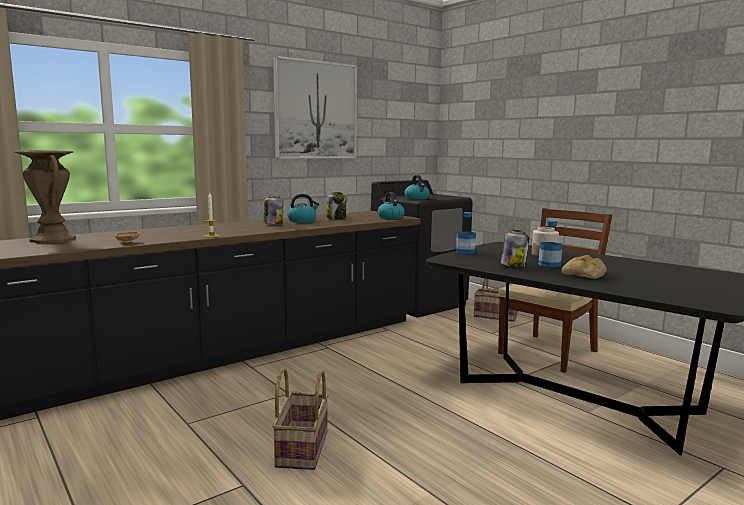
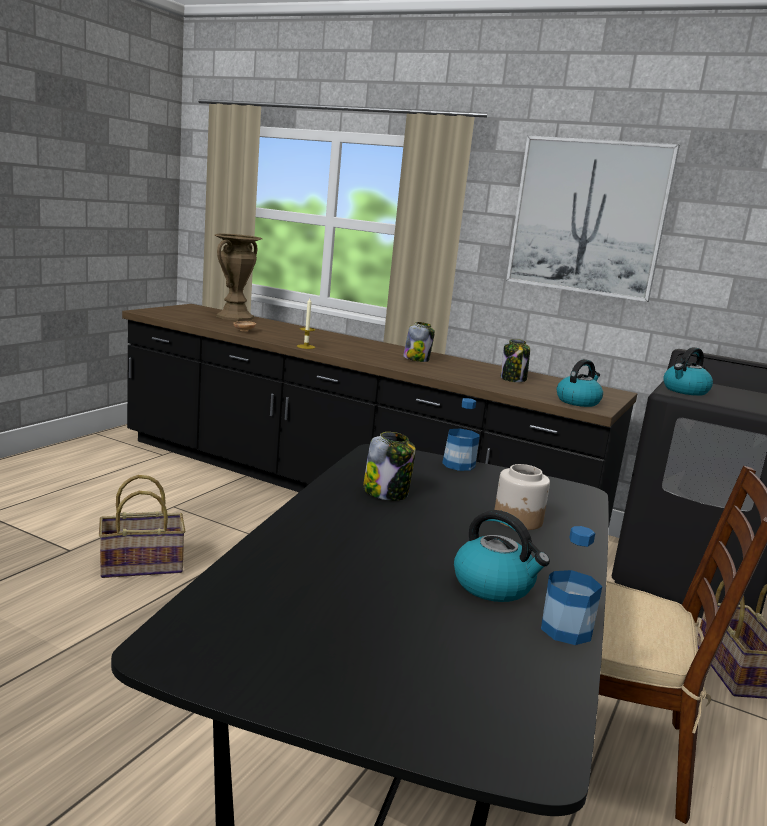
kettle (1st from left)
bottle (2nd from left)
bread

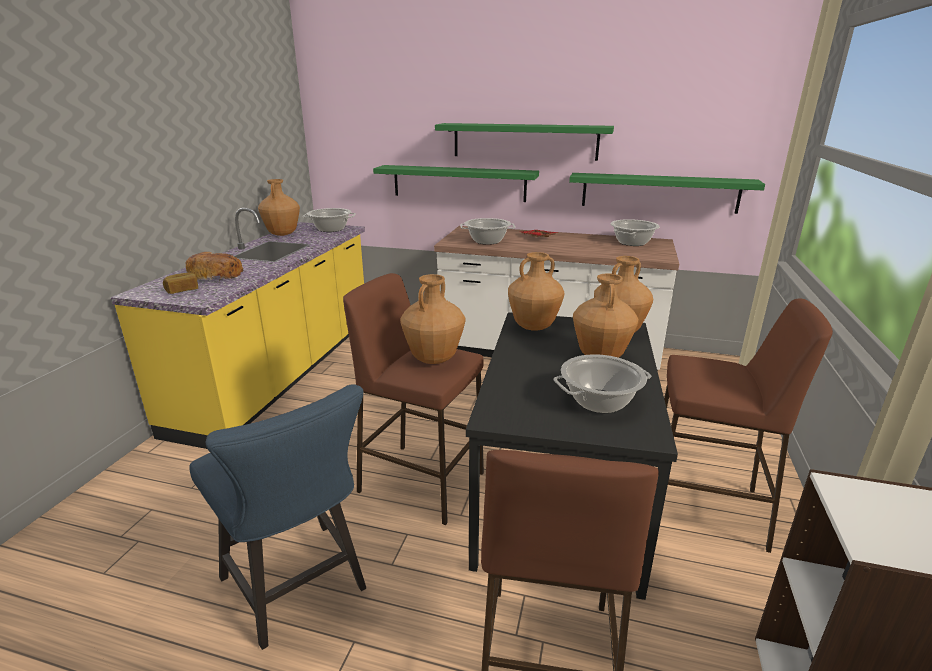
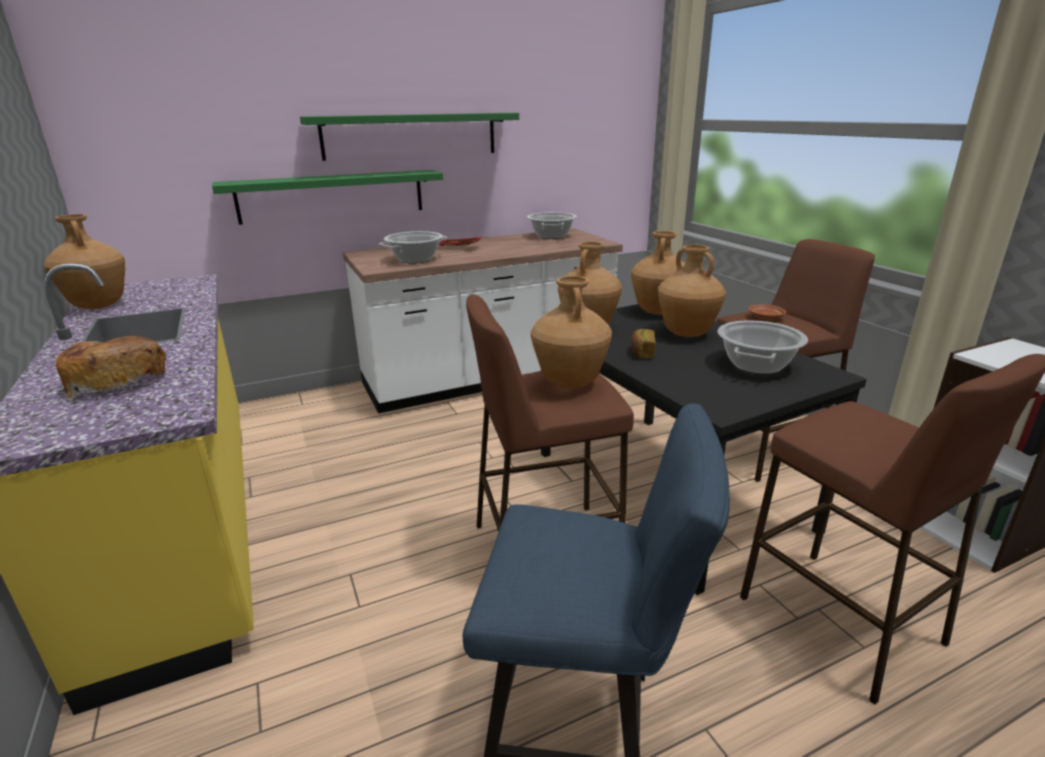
green shelf (3rd from left in the first image)
cooking pot (1st from left in the first image)
bread (2nd from left)
brown plate

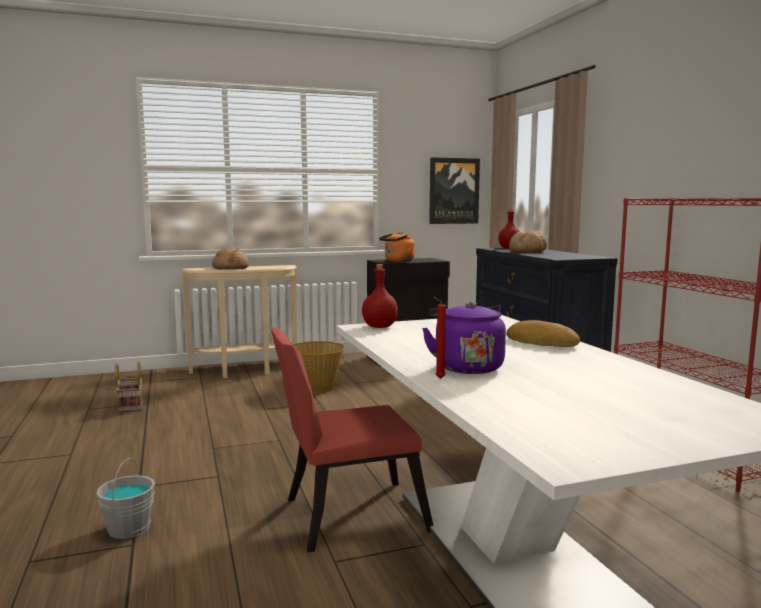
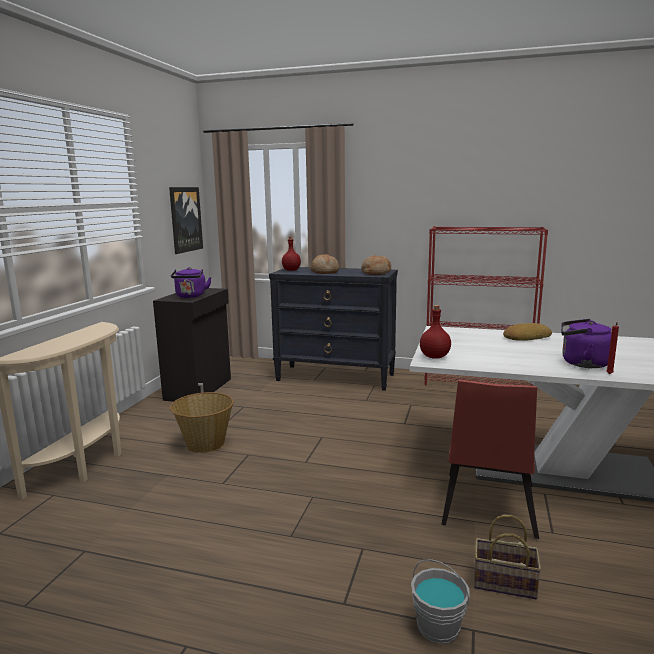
purple kettle (1st from left)
bread (2nd from left)
basket (2nd from left)

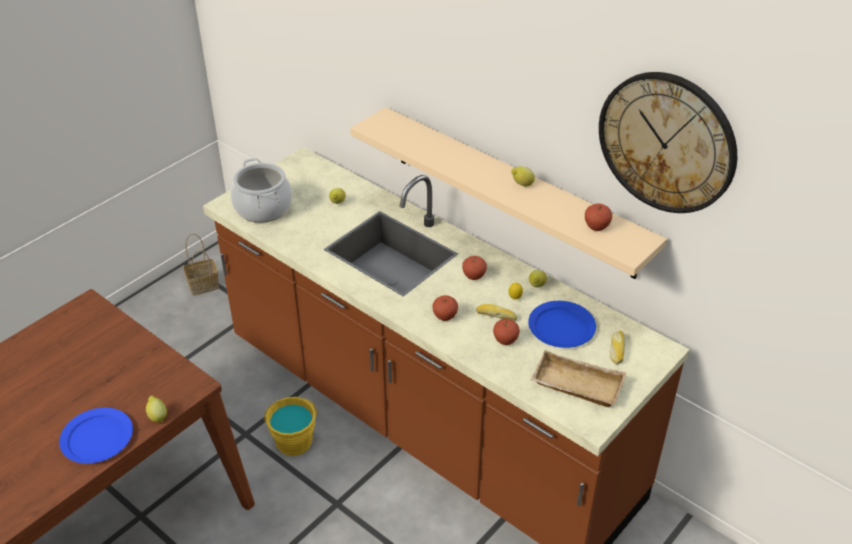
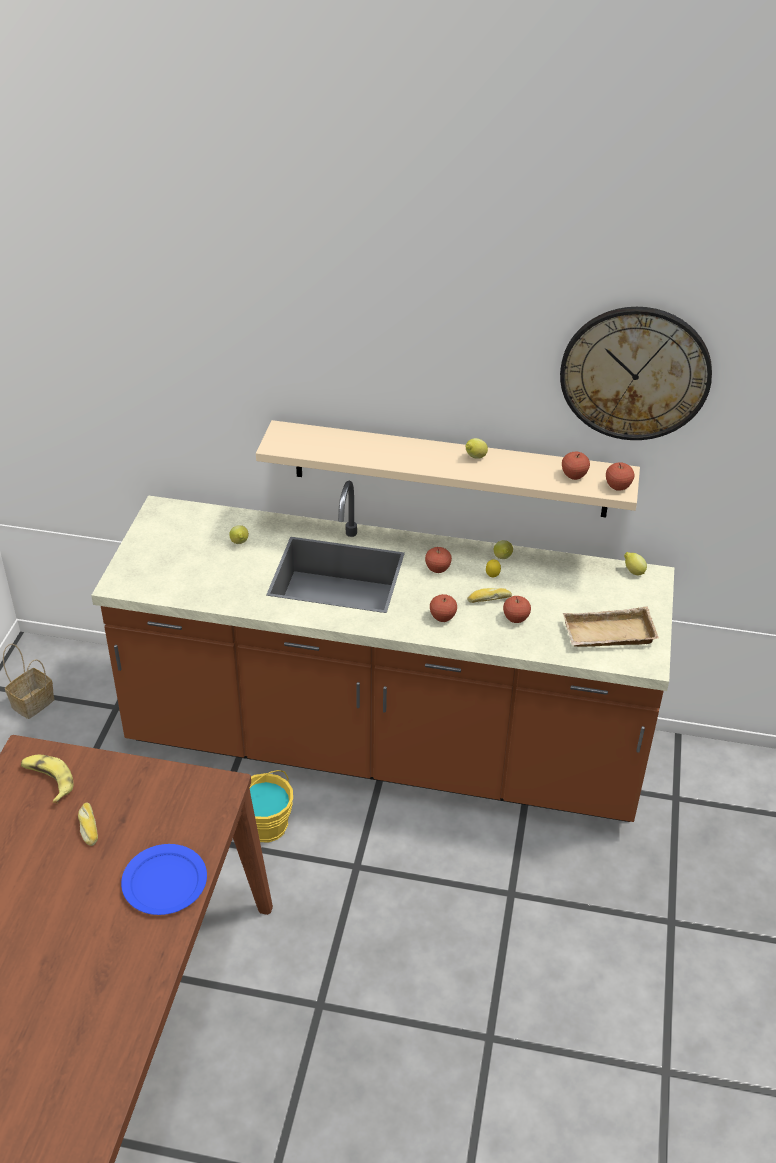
cooking pot
blue plate (2nd from left in the first image)
bread (1st from left)
lemon (5th from left)
apple (5th from left)
banana

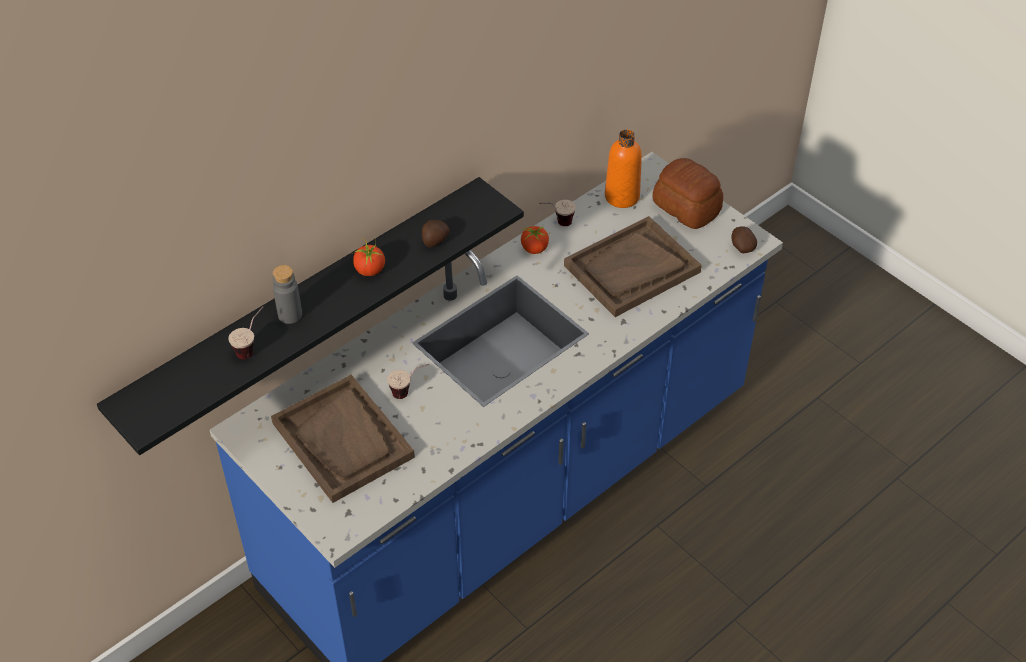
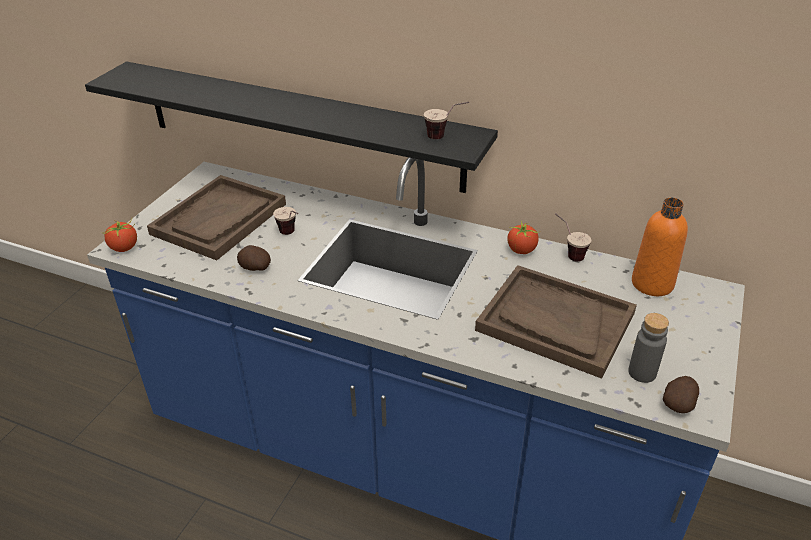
bread
potato (1st from left)
tomato (1st from left)
grey bottle
cup (2nd from left)

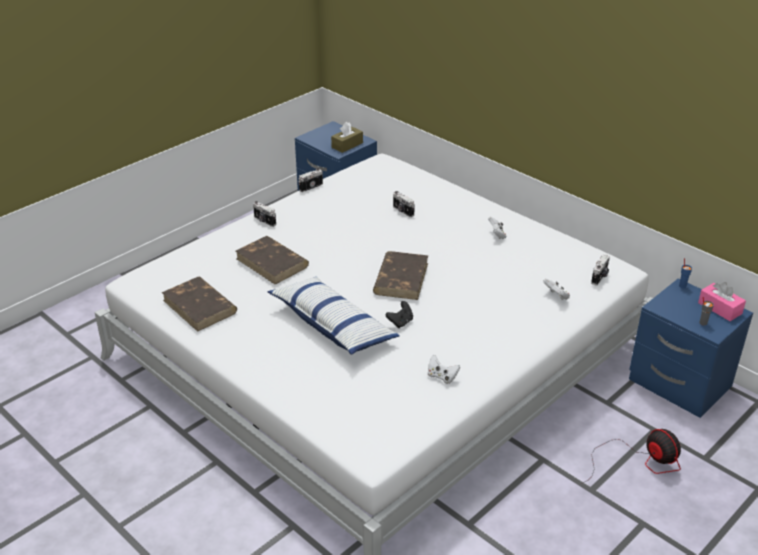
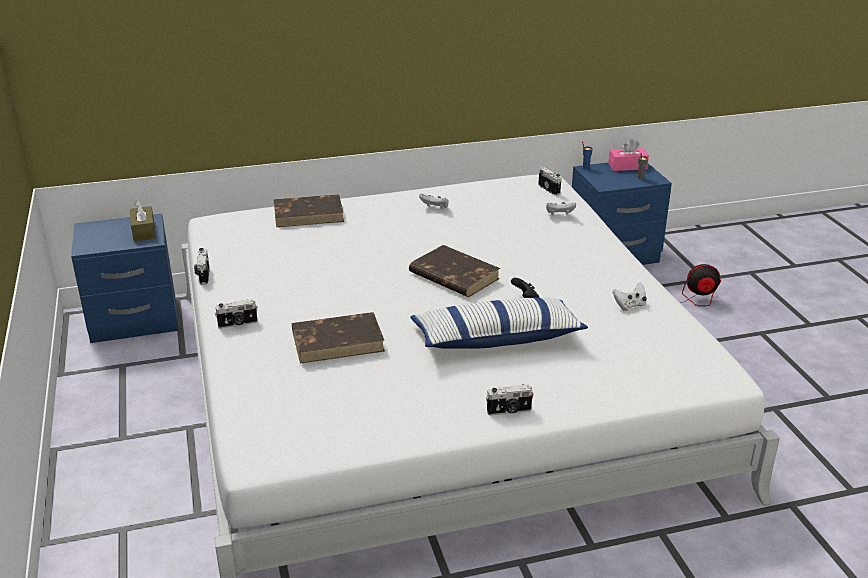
photo camera (3rd from left)
brown book (1st from left)

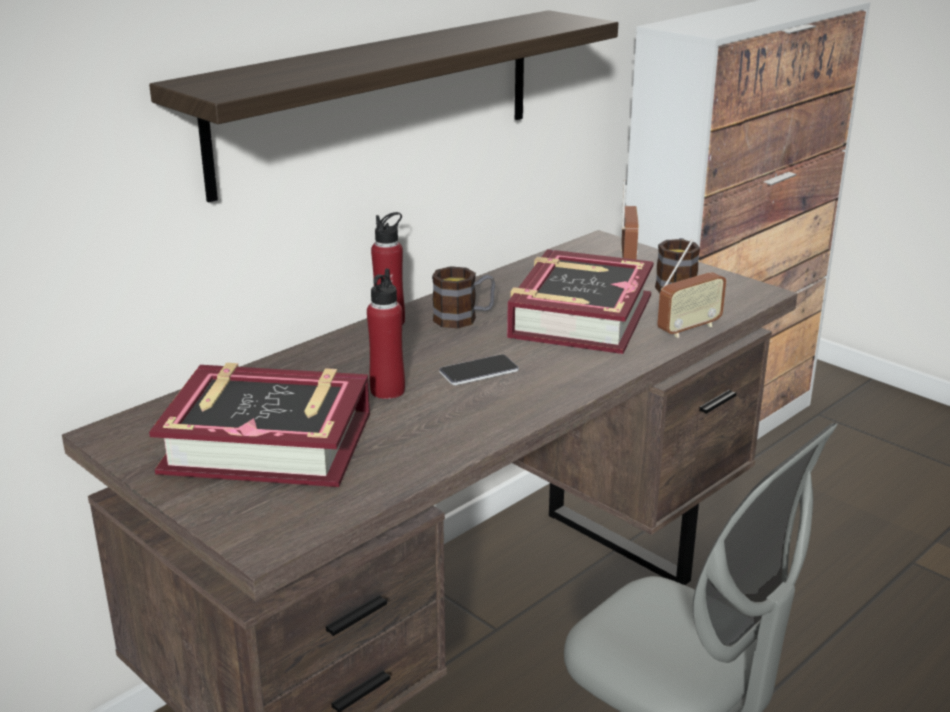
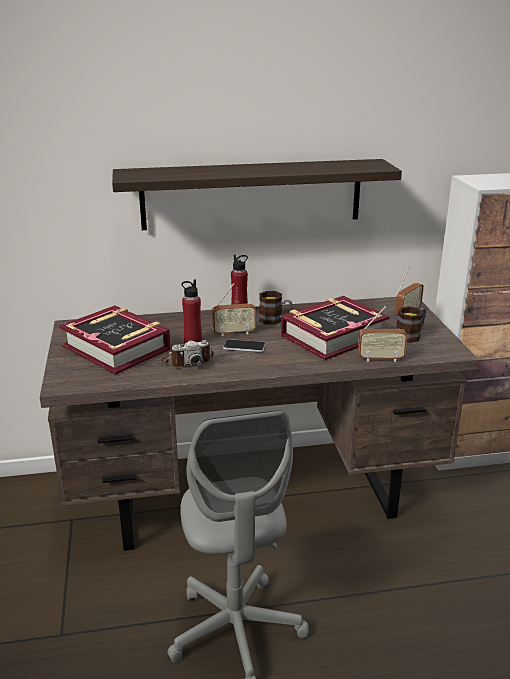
radio (1st from left)
photo camera

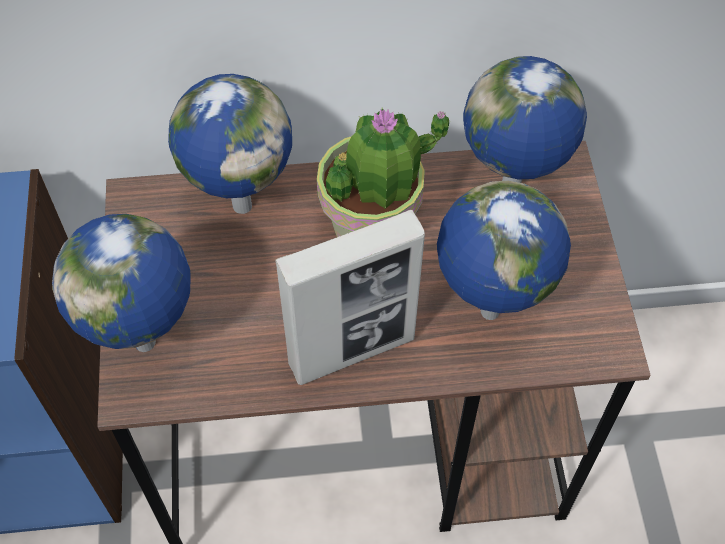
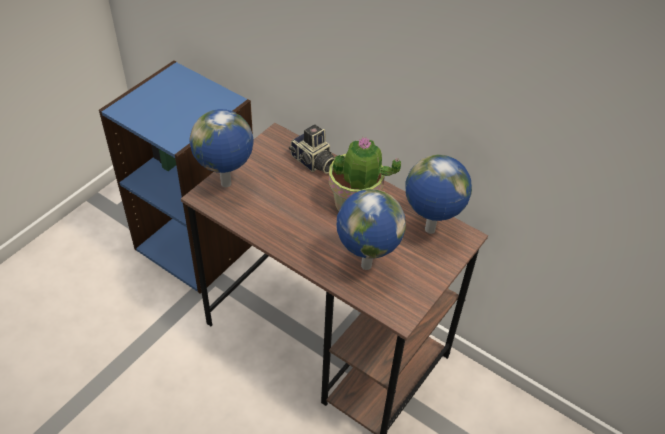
photo camera
picture frame

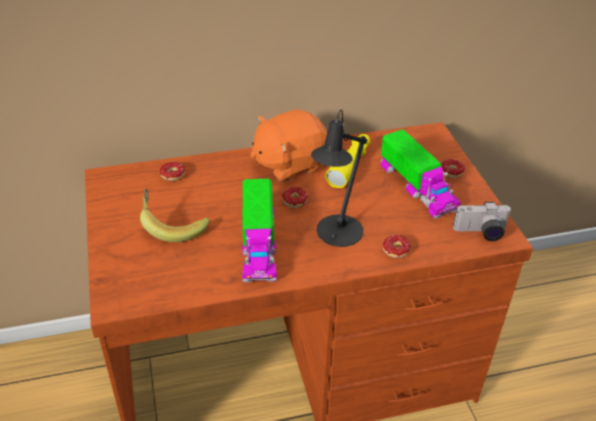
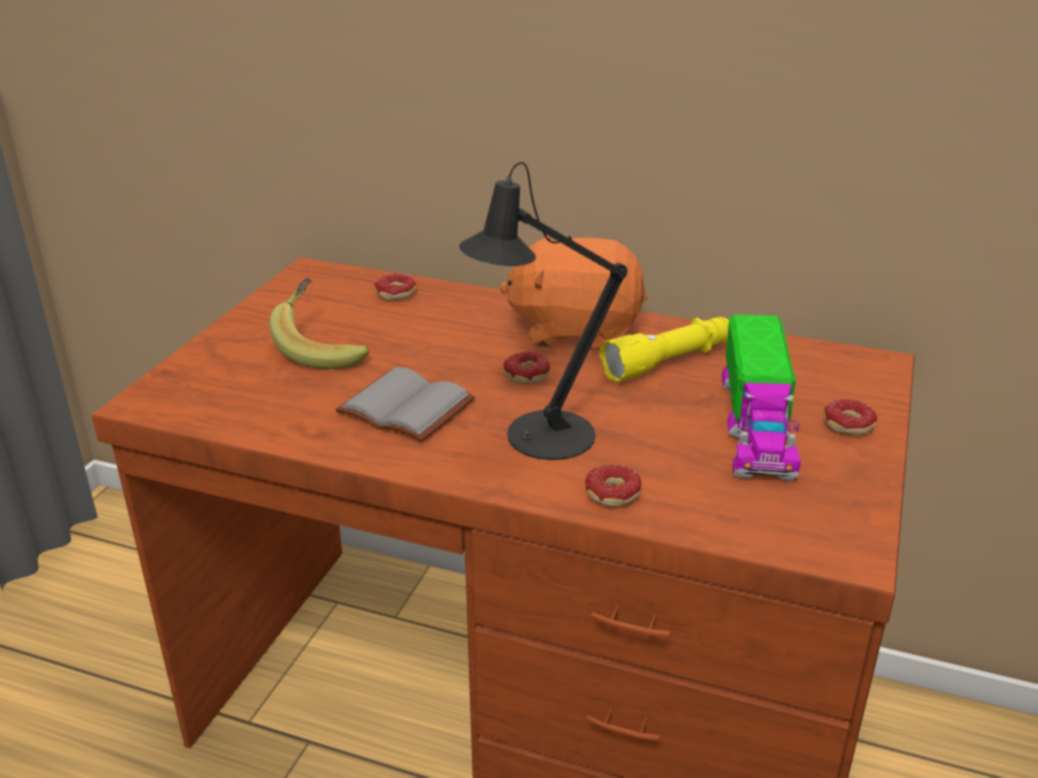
grey book
photo camera

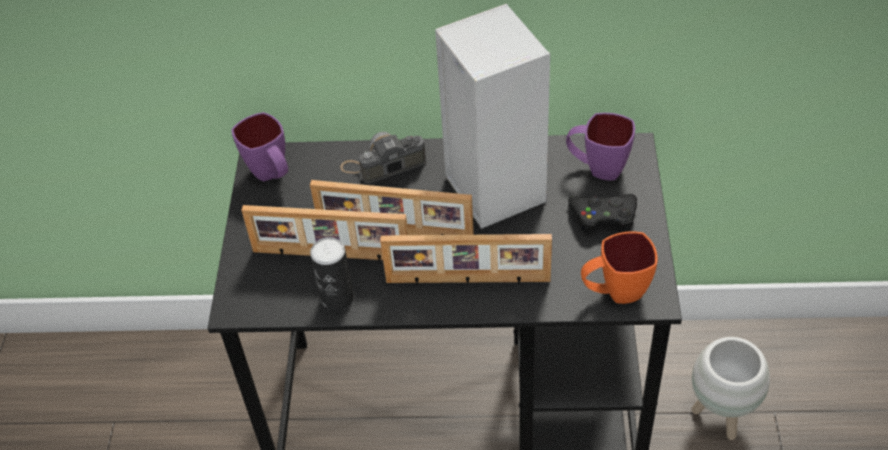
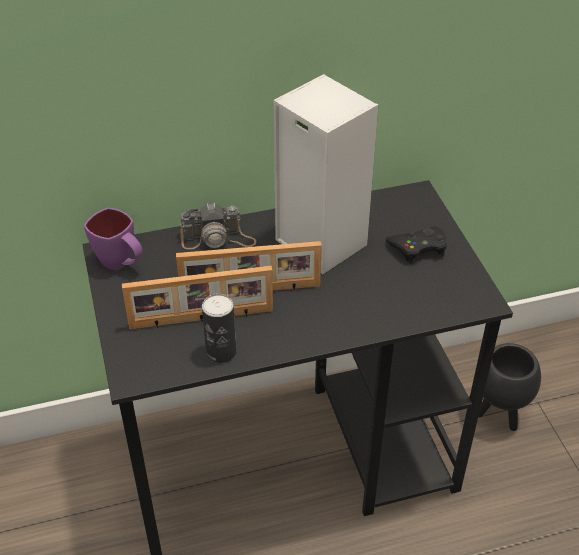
purple mug (2nd from left in the first image)
photo camera
orange mug
picture frame (3rd from left in the first image)
black planter

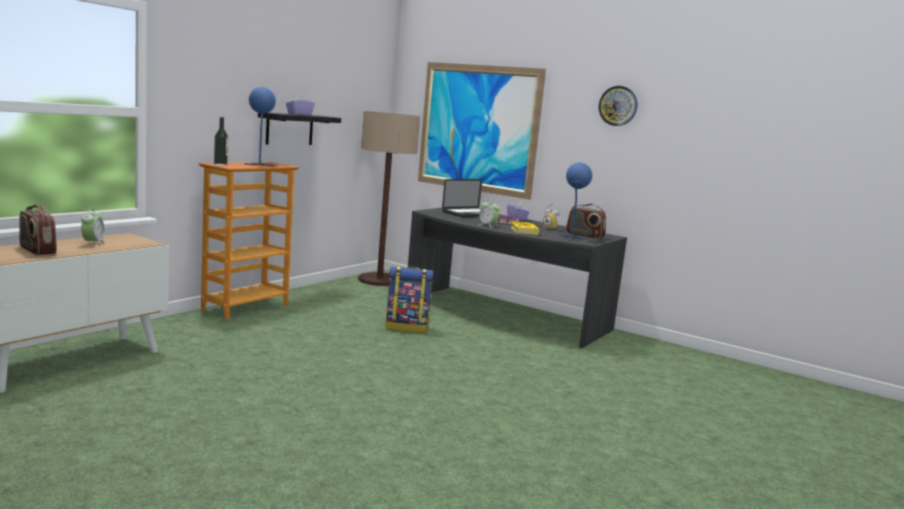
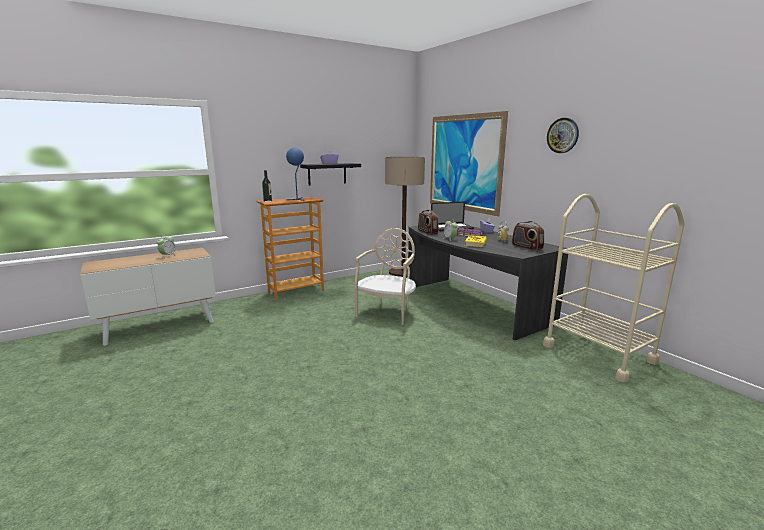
blue table lamp (2nd from left in the first image)
radio (1st from left)
beige chair
beige cart

